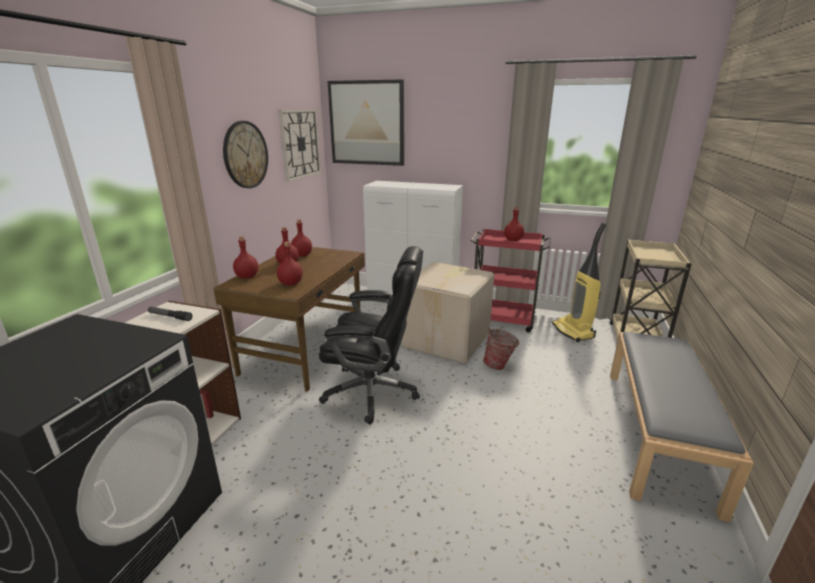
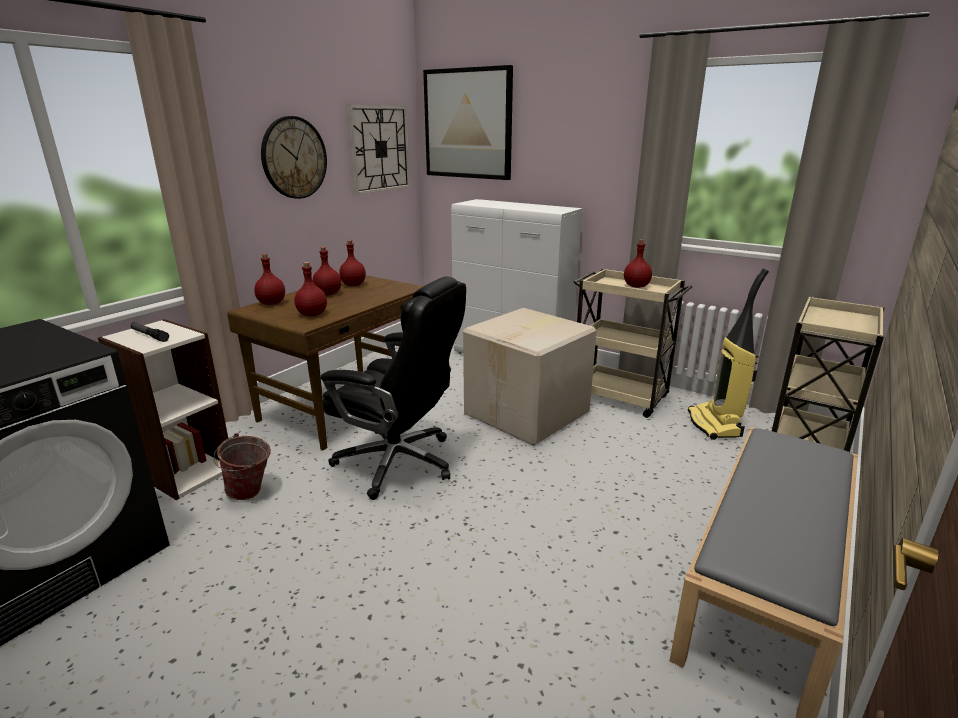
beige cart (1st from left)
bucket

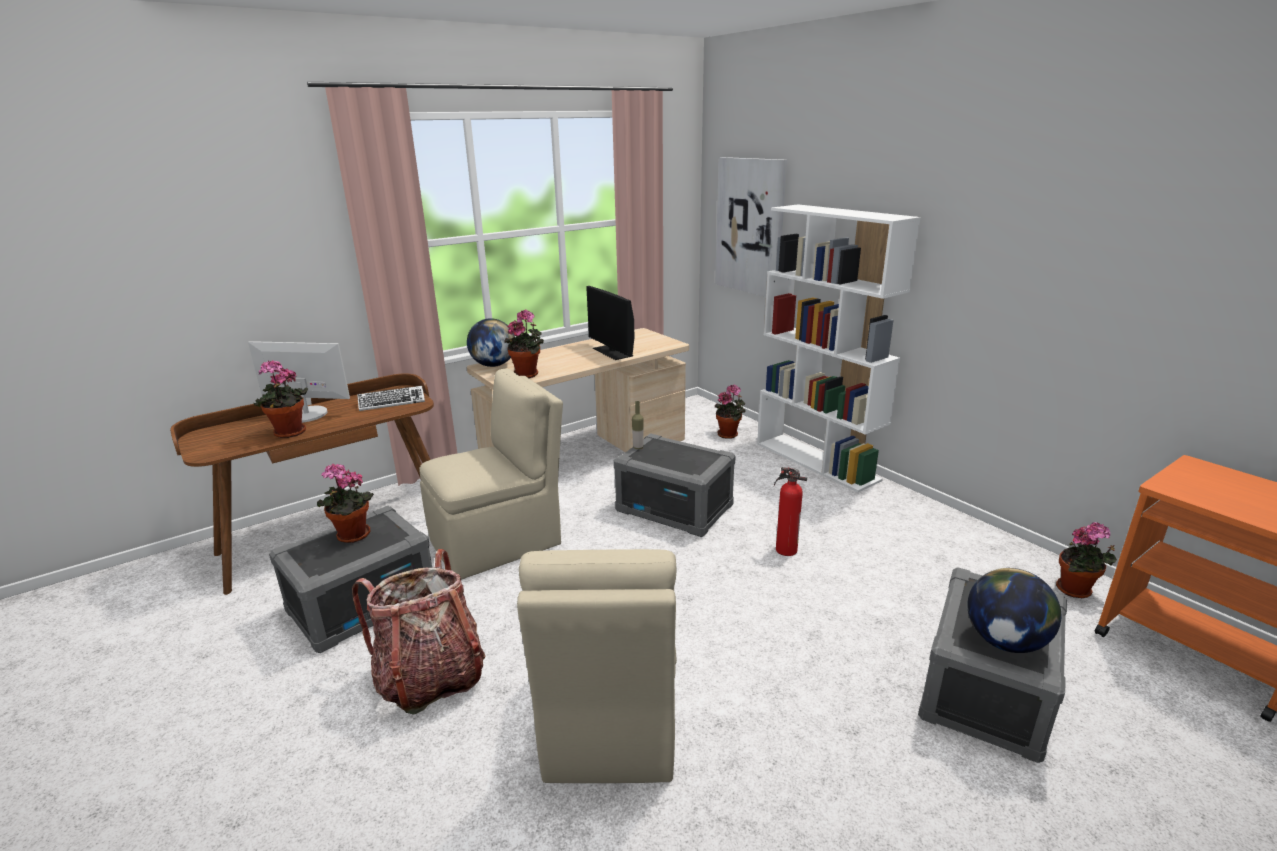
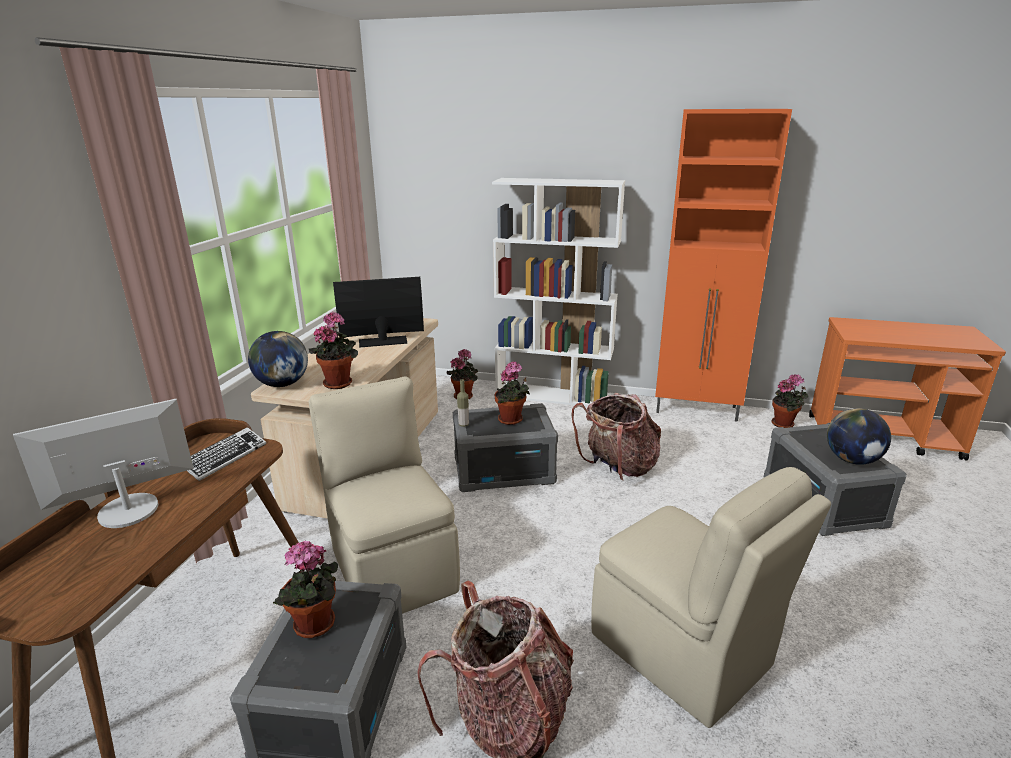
picture
monitor (2nd from left)
potted plant (4th from left)
beige chair (1st from left)
backpack (2nd from left)
orange cabinet

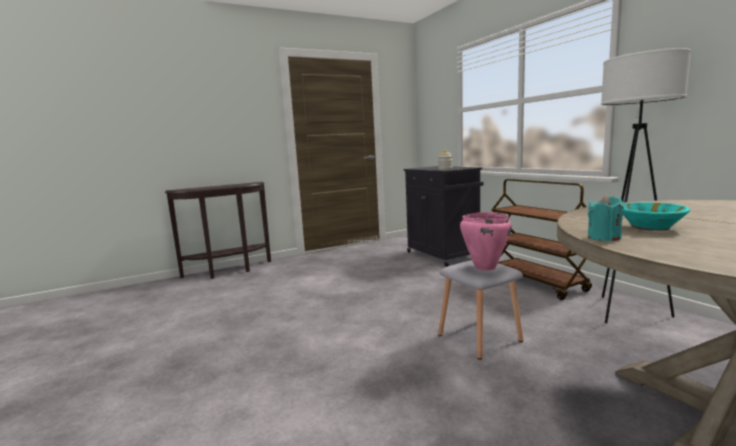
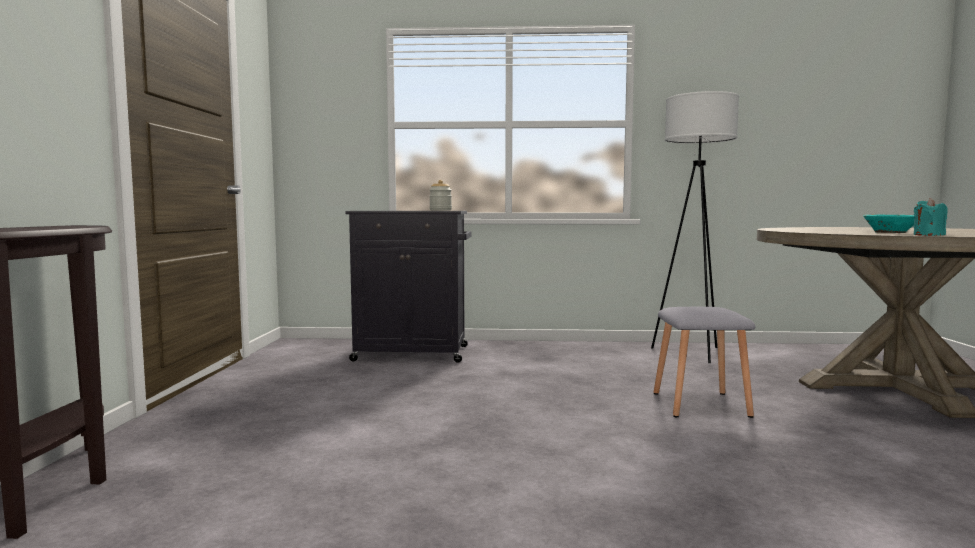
brown cart
pink cooking pot

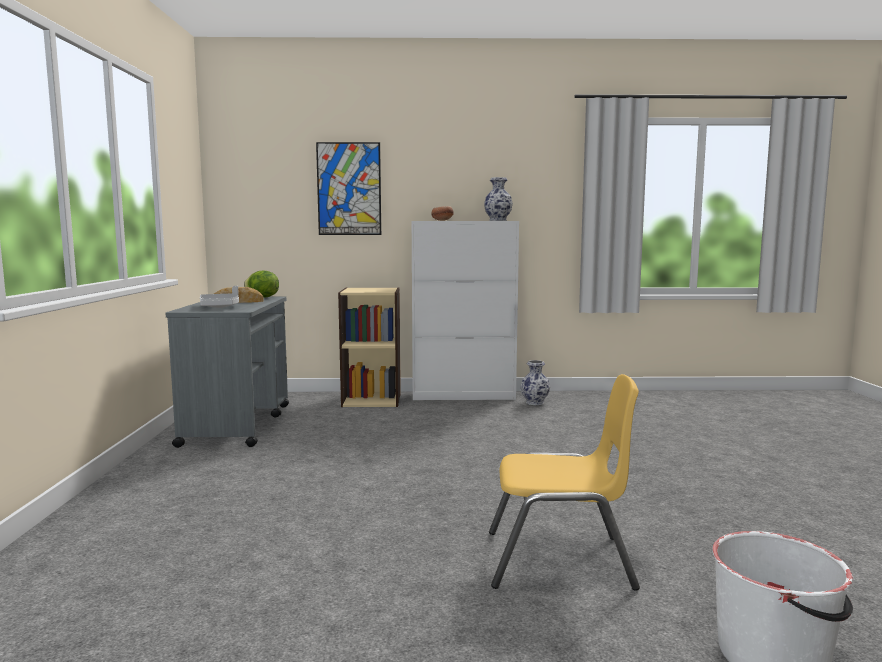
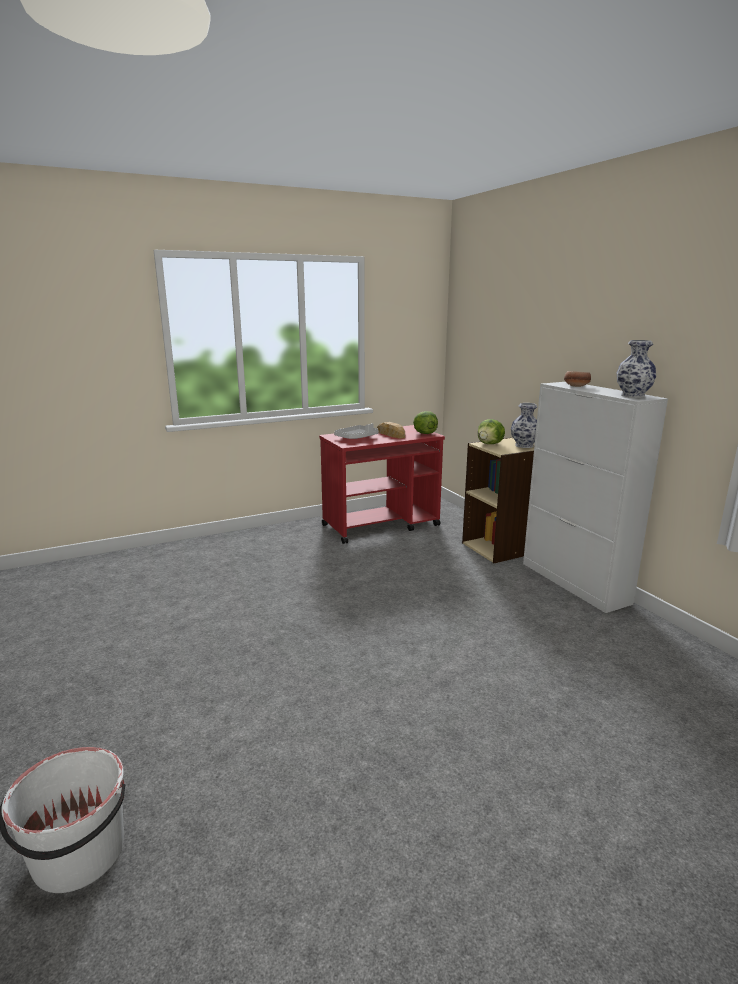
picture
red cart
vase (1st from left)
yellow chair
lettuce (2nd from left)

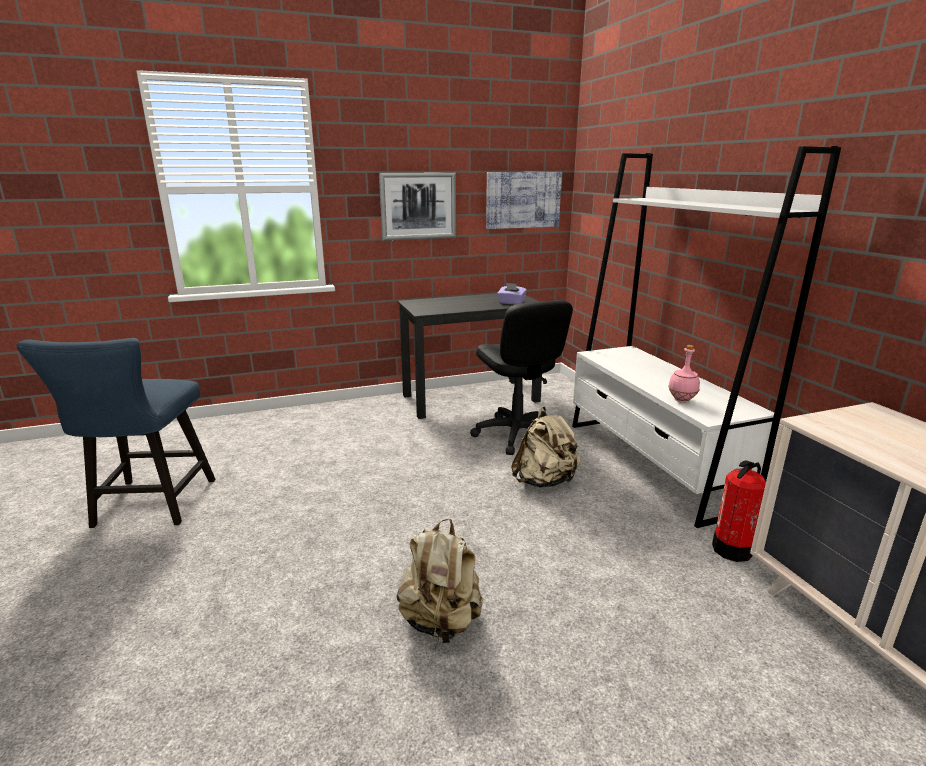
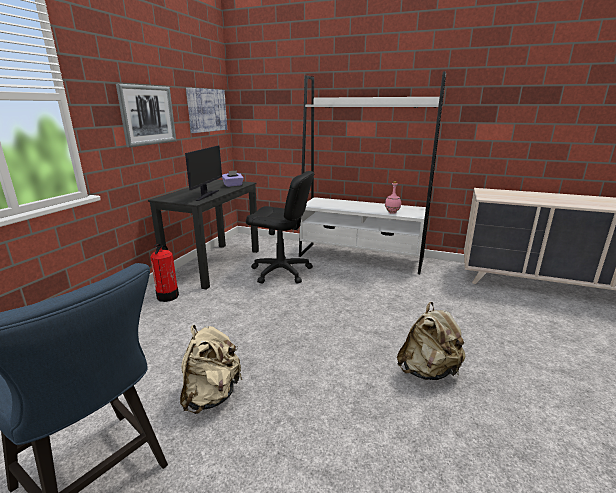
beige backpack (1st from left)
fire extinguisher
monitor

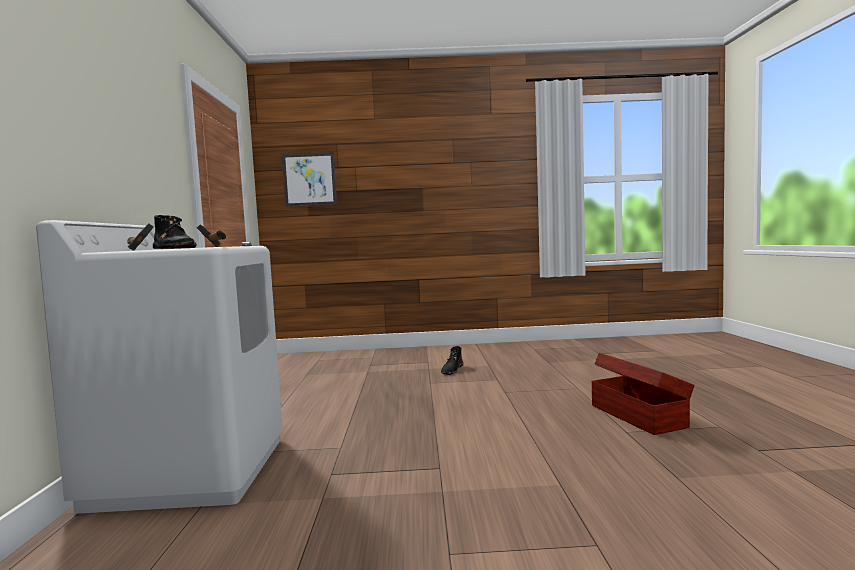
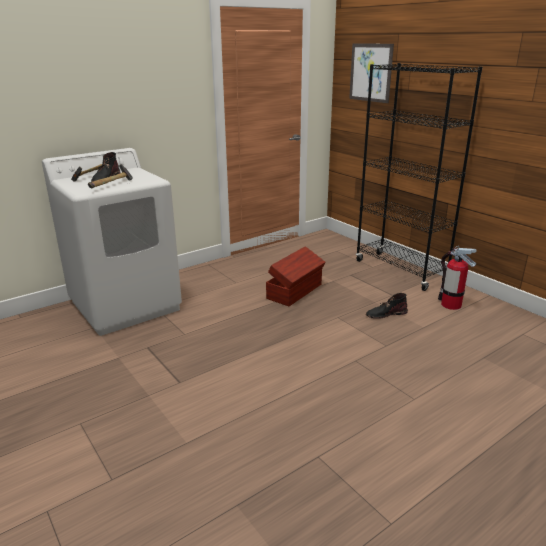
brown storage box
black bookcase
fire extinguisher

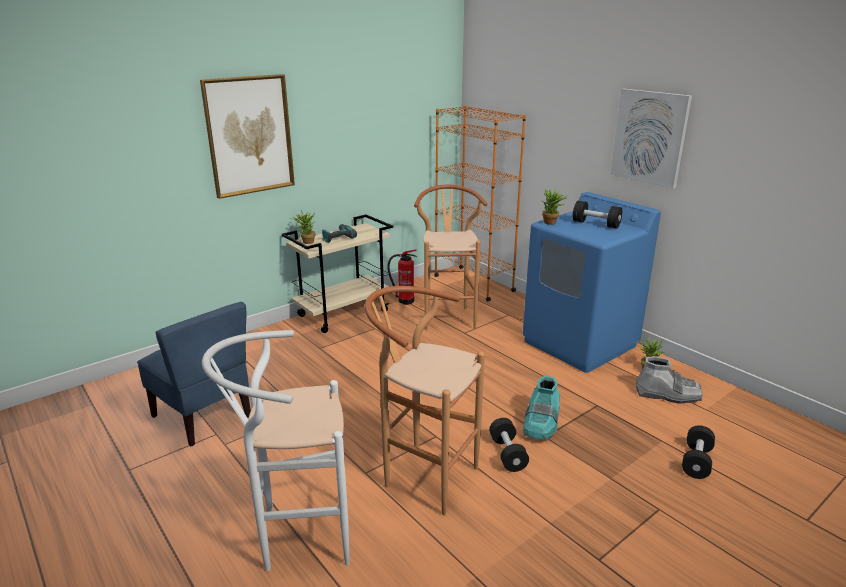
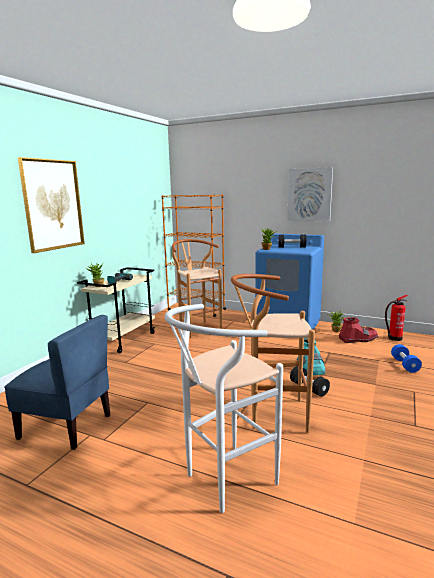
fire extinguisher
red boot
blue dumbbell

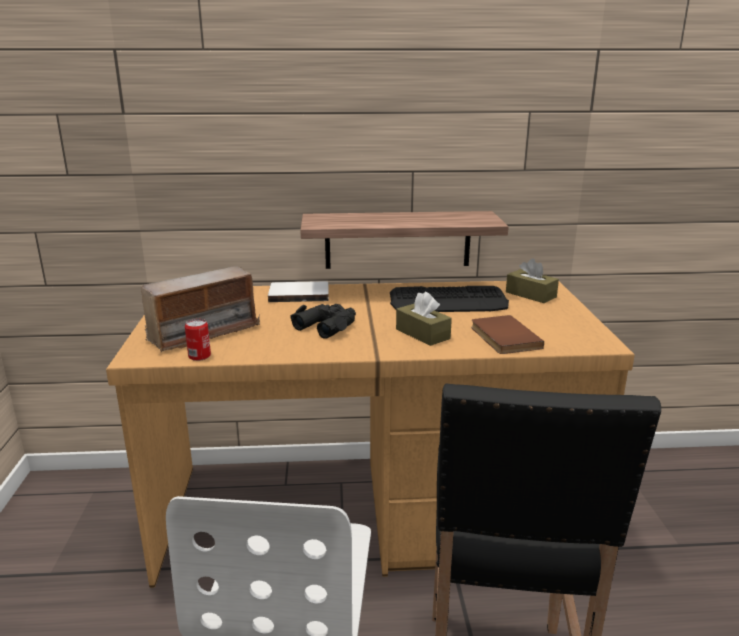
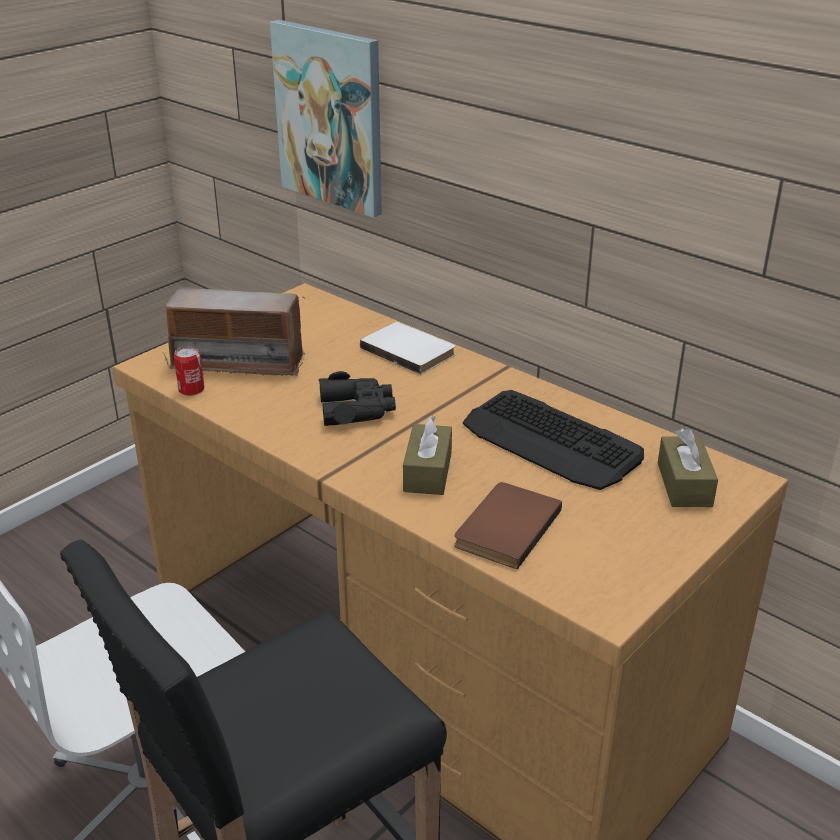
shelf
picture

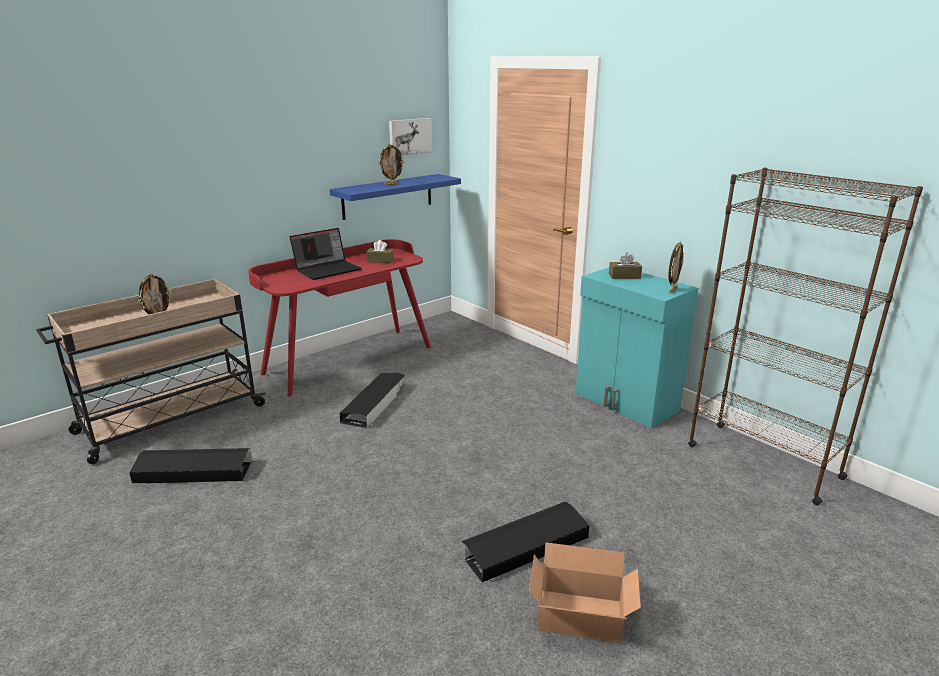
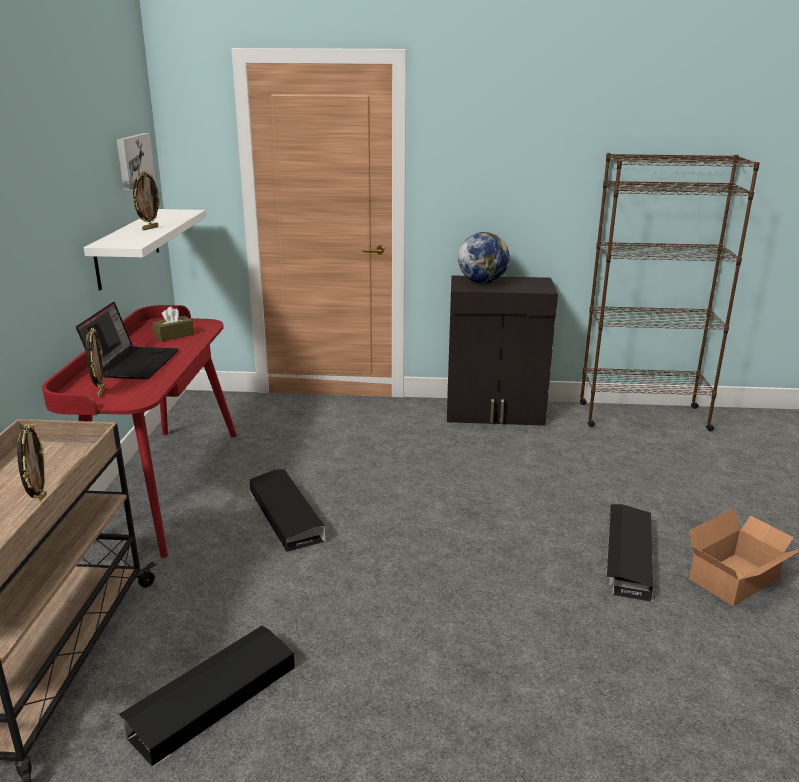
white shelf
picture frame (2nd from left)
globe
black cabinet

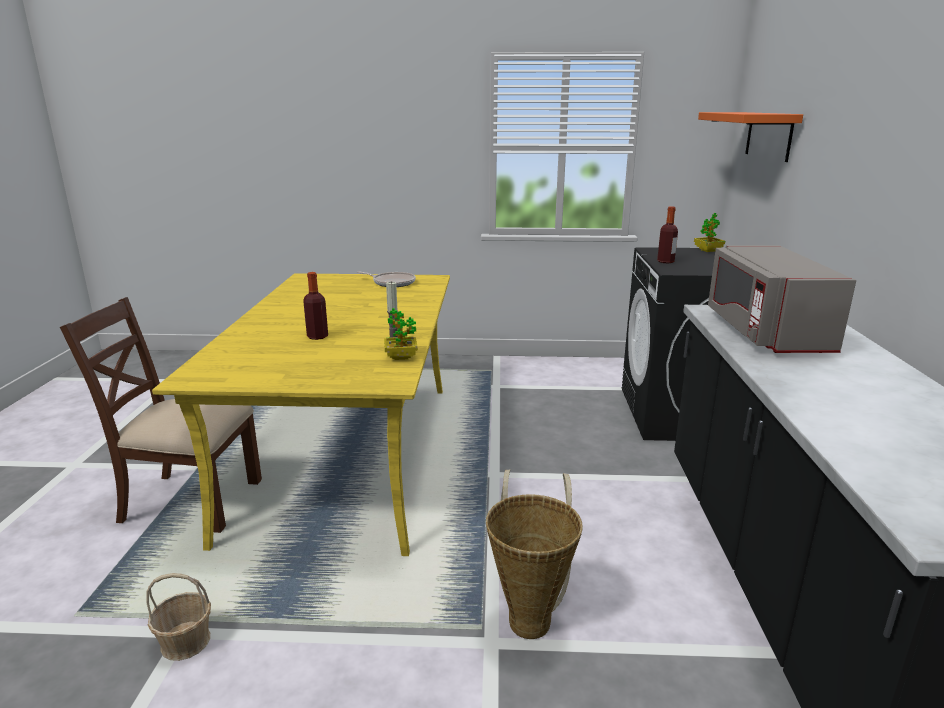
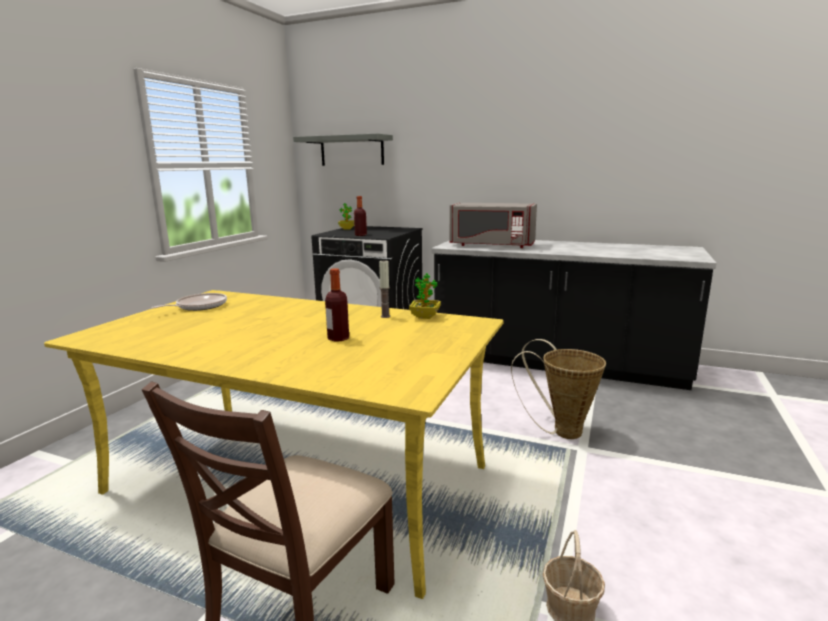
grey shelf

